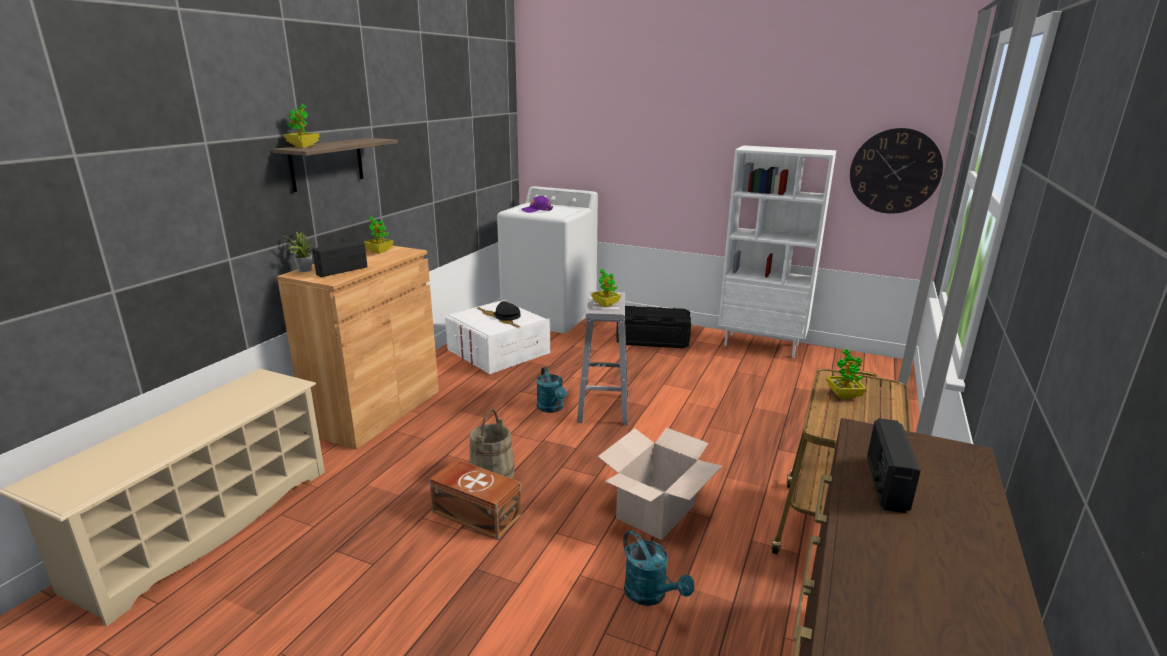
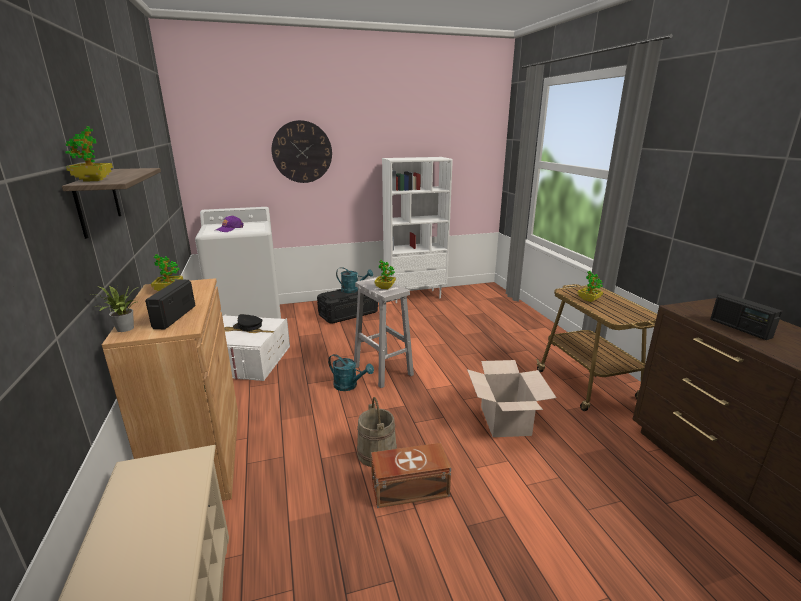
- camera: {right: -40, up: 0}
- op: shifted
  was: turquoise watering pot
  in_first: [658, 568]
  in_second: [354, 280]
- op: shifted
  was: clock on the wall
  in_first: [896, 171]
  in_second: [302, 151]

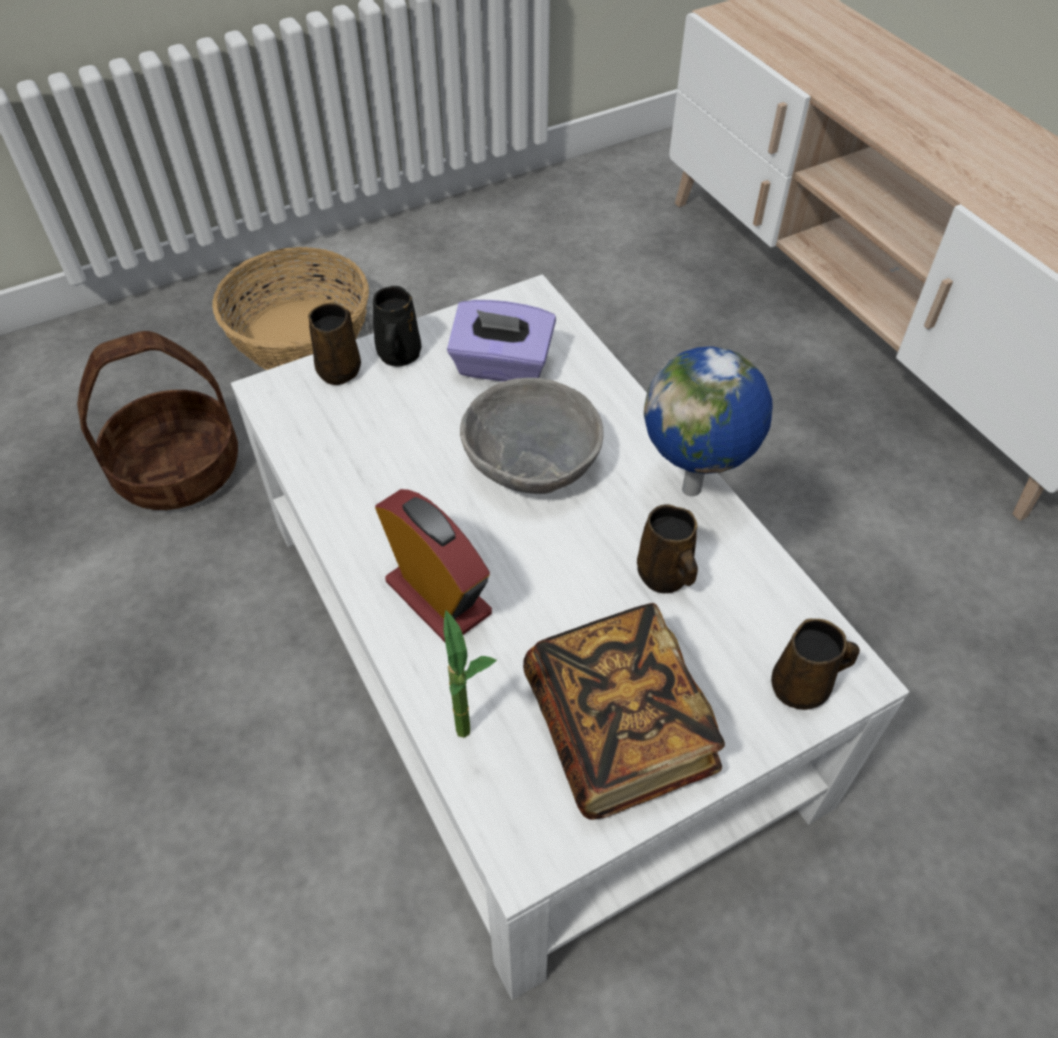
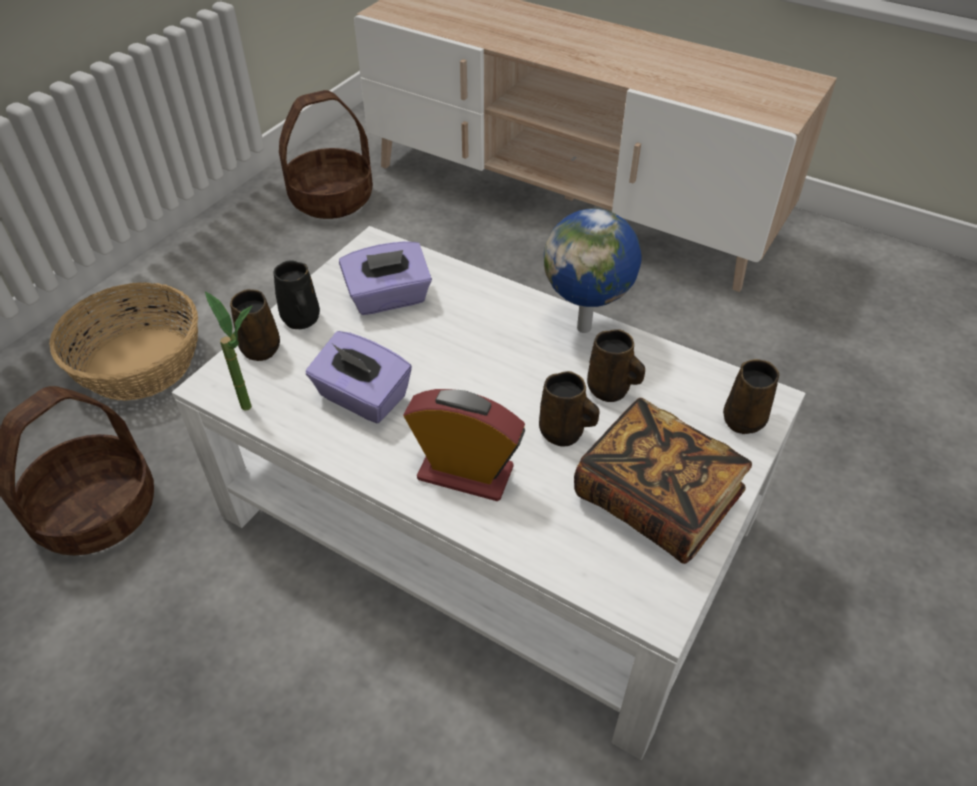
- camera: {right: -30, up: -5}
- op: shifted
  was: houseplant
  in_first: [470, 674]
  in_second: [228, 351]
- op: gone
  was: grey bowl
  in_first: [531, 436]
- op: new
  now: storage basket
  in_second: [326, 154]
- op: new
  now: purplish tissue holder
  in_second: [359, 377]
- op: new
  now: brownish coffee mug
  in_second: [569, 408]

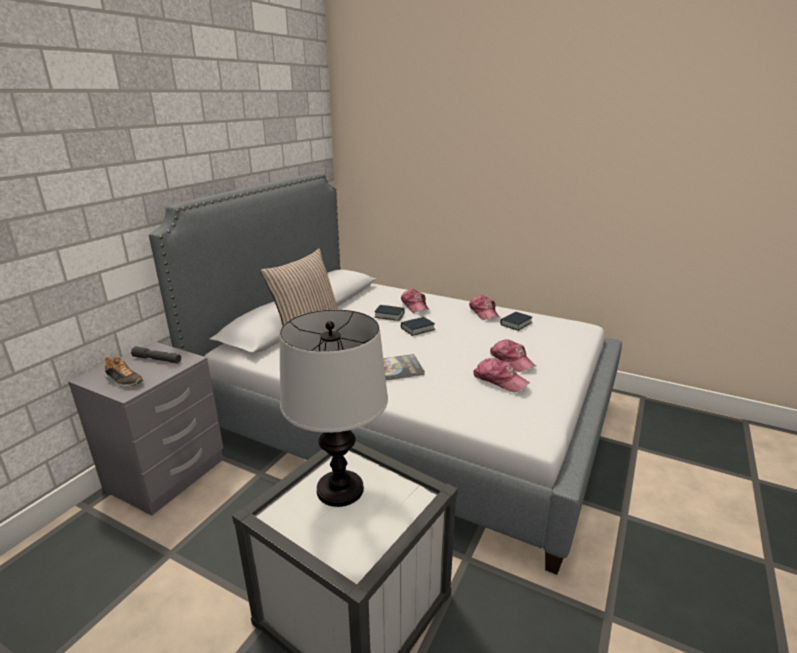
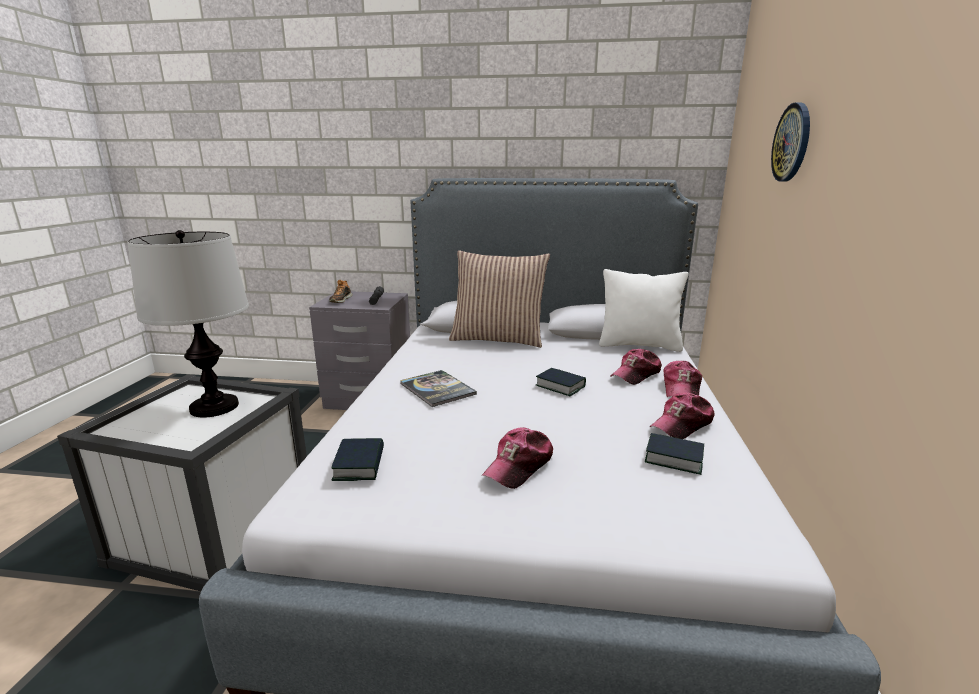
- camera: {right: 70, up: -5}
- op: shifted
  was: bound book
  in_first: [389, 313]
  in_second: [357, 459]
- op: shifted
  was: baseball cap
  in_first: [501, 375]
  in_second: [682, 378]
- op: new
  now: whitish throw pillow
  in_second: [644, 310]
- op: new
  now: clock on the wall
  in_second: [790, 142]

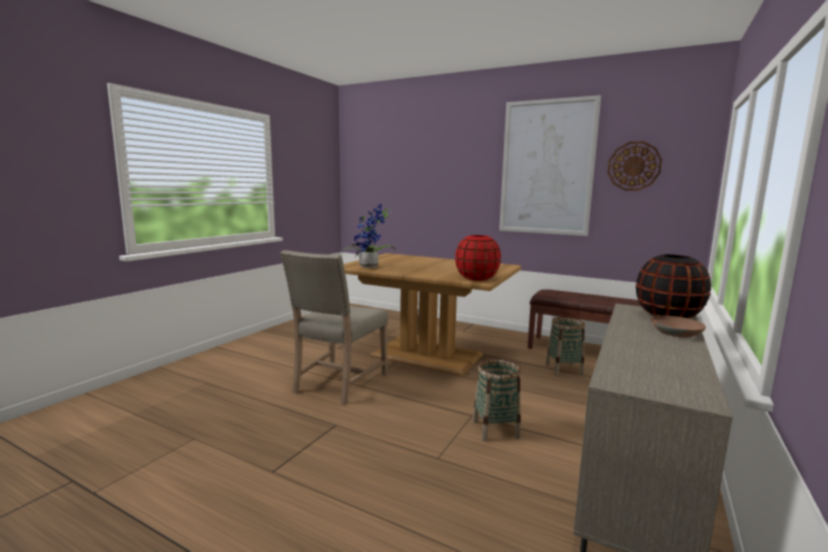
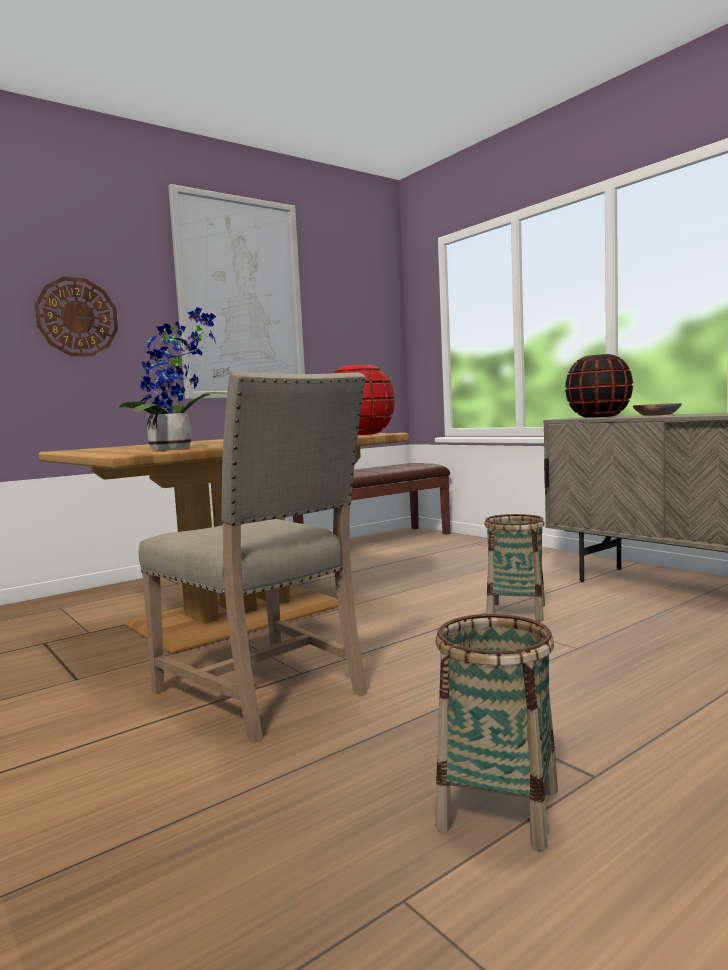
- camera: {right: -65, up: -5}
- op: shifted
  was: storage basket
  in_first: [565, 346]
  in_second: [496, 732]
- op: shifted
  was: clock on the wall
  in_first: [635, 166]
  in_second: [76, 316]

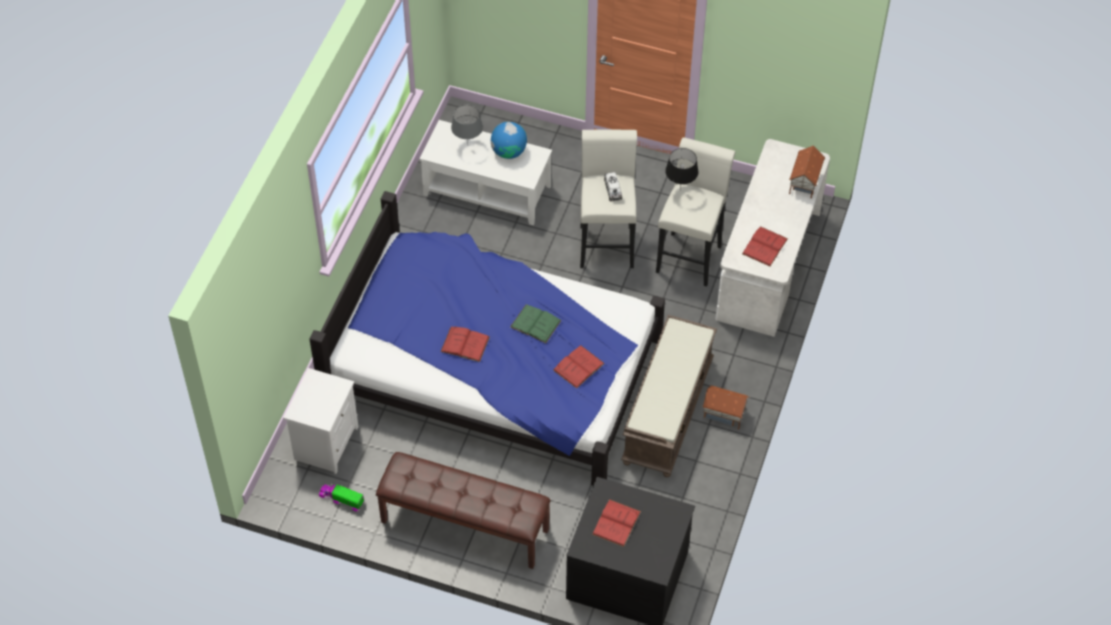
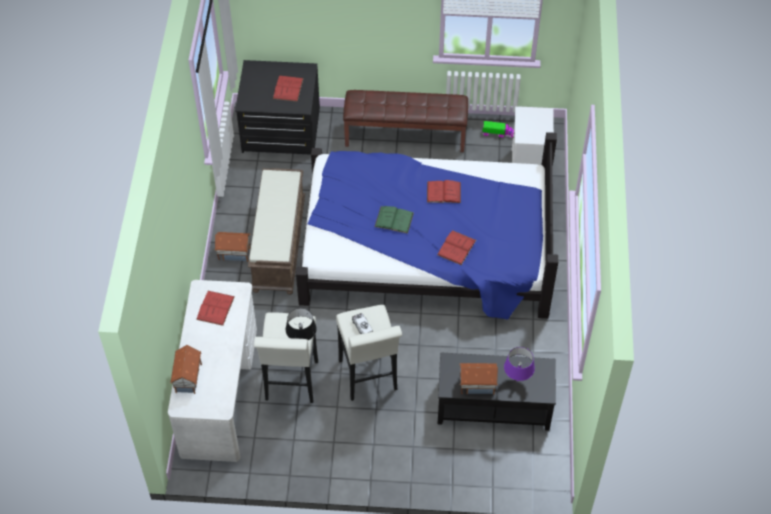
- camera: {right: 165, up: 0}
- op: repainted
  was: whitish low table
  now: black low table
  in_first: [486, 172]
  in_second: [497, 391]
- op: repainted
  was: grey tabletop lamp
  now: purplish tabletop lamp
  in_first: [467, 123]
  in_second: [519, 364]
- op: swapped
  was: desk globe
  now: model house
  in_first: [509, 140]
  in_second: [478, 379]
- op: shifted
  was: red bound book
  in_first: [579, 367]
  in_second: [456, 247]

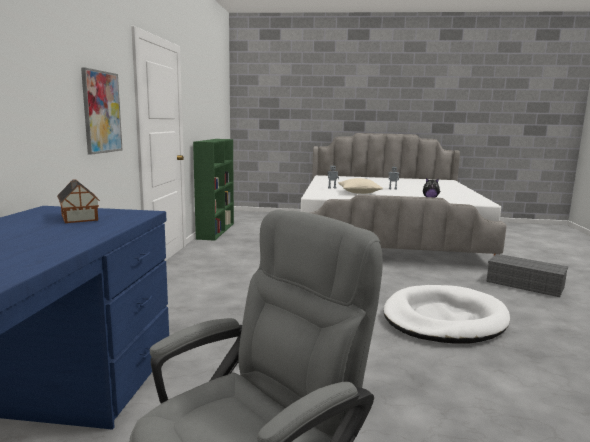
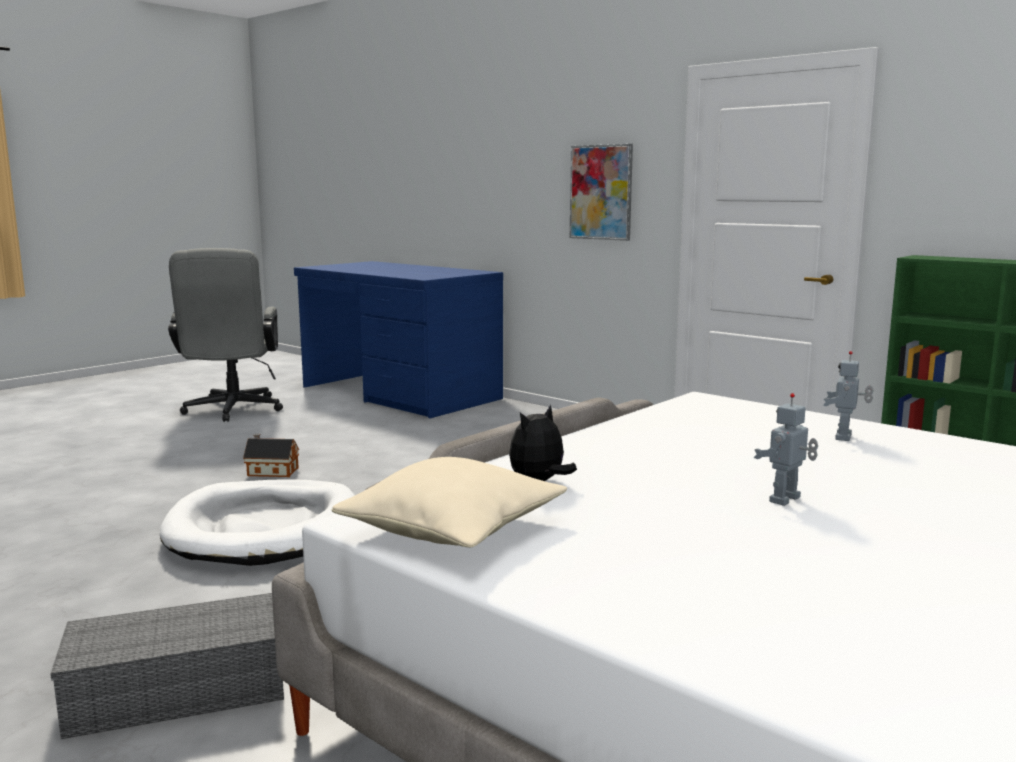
- camera: {right: 125, up: 0}
- op: shifted
  was: model house
  in_first: [78, 201]
  in_second: [271, 455]
- op: shifted
  was: sand-coloured throw pillow
  in_first: [360, 186]
  in_second: [449, 502]

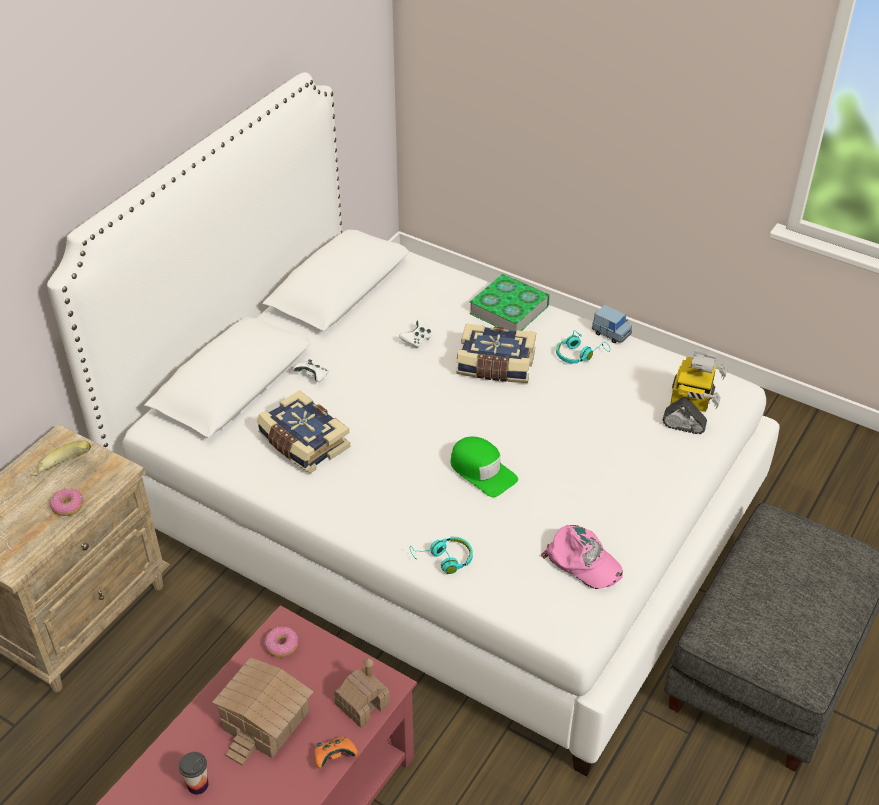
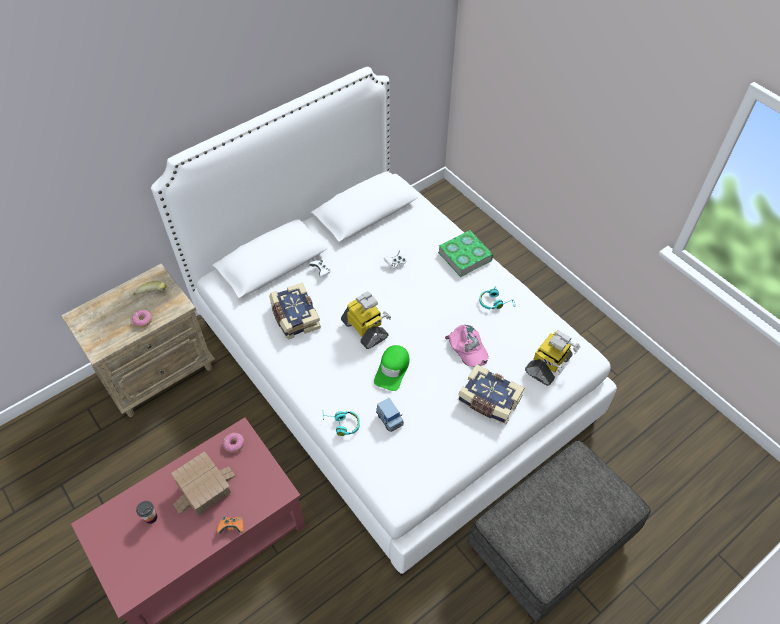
- camera: {right: 20, up: 10}
- op: gone
  was: model house
  in_first: [362, 693]
- op: rotated
  was: green baseball cap
  in_first: [484, 466]
  in_second: [391, 368]
  clockwise: 45
- op: shifted
  was: bound book
  in_first: [496, 353]
  in_second: [491, 394]
- op: shifted
  was: pink baseball cap
  in_first: [581, 557]
  in_second: [466, 346]
- op: shifted
  was: bluish model car
  in_first: [612, 324]
  in_second: [390, 415]
- op: new
  now: robot figure
  in_second: [366, 320]

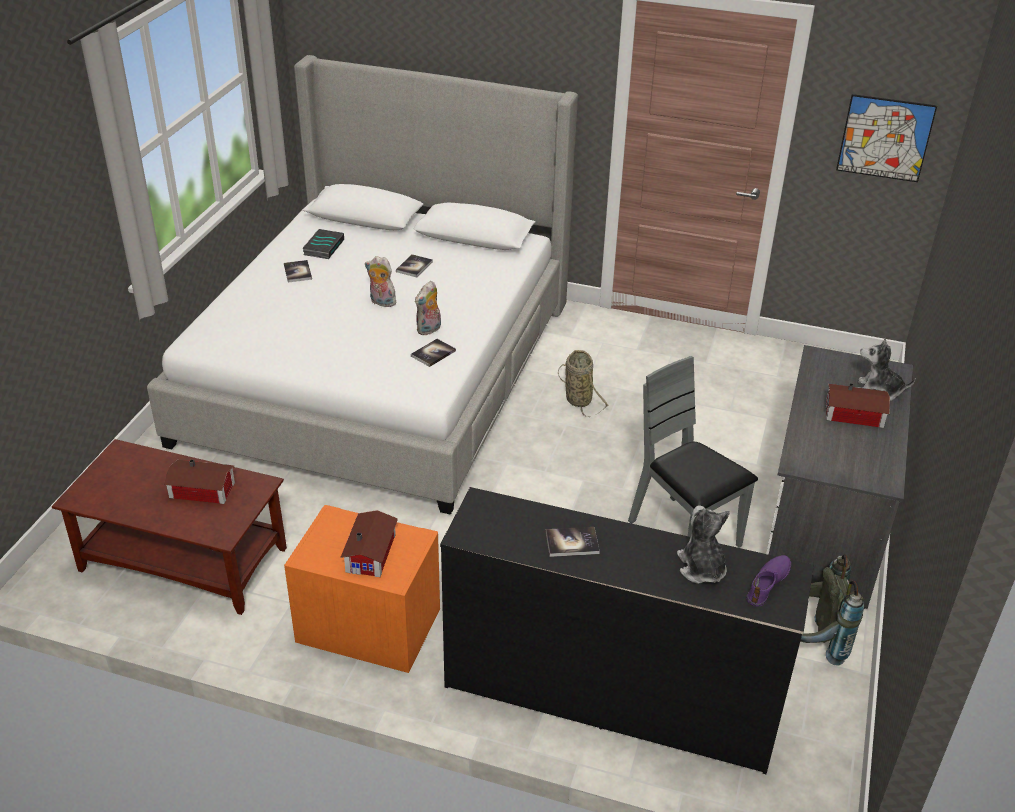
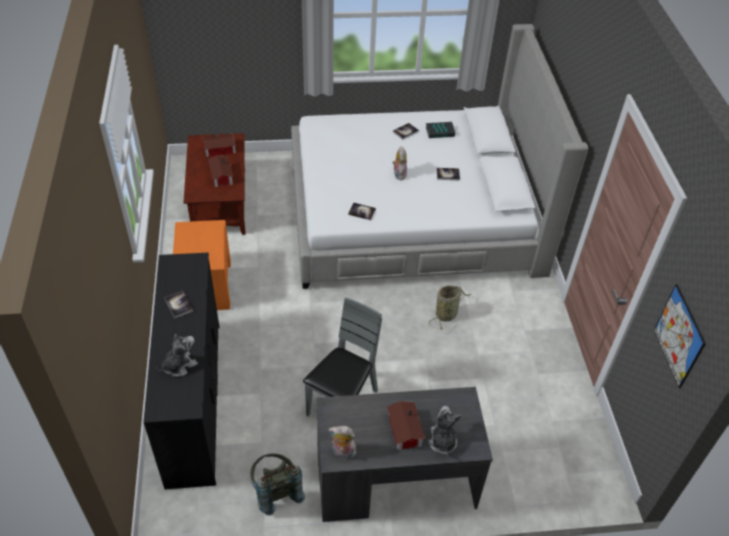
- camera: {right: 65, up: 10}
- op: shifted
  was: model house
  in_first: [369, 543]
  in_second: [219, 145]
- op: shifted
  was: plush toy
  in_first: [428, 308]
  in_second: [342, 442]
- op: gone
  was: purplish shoe
  in_first: [768, 581]

